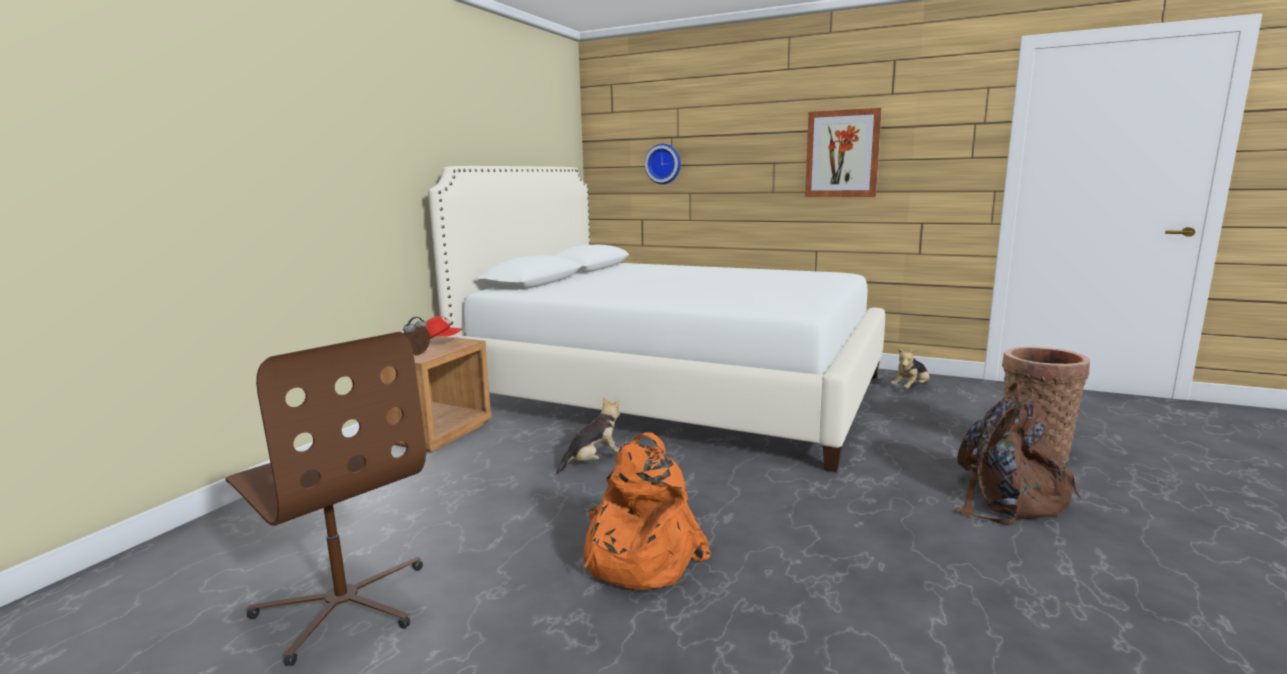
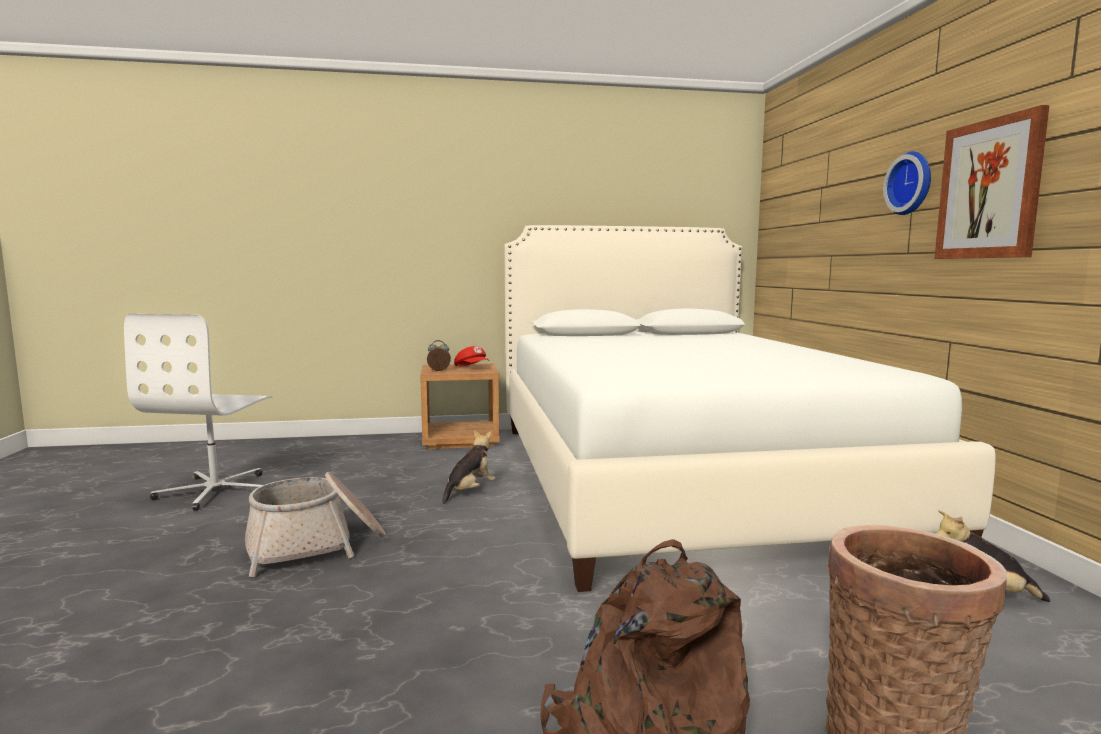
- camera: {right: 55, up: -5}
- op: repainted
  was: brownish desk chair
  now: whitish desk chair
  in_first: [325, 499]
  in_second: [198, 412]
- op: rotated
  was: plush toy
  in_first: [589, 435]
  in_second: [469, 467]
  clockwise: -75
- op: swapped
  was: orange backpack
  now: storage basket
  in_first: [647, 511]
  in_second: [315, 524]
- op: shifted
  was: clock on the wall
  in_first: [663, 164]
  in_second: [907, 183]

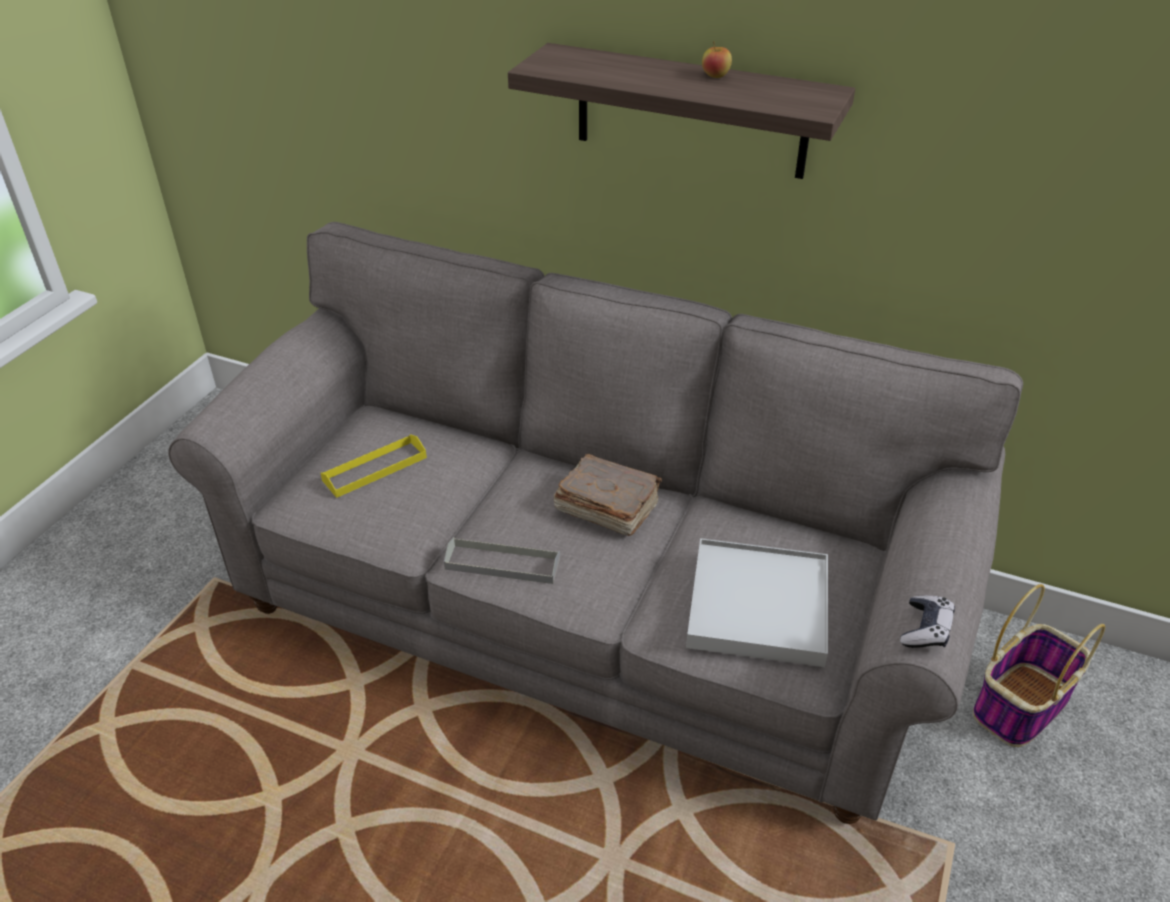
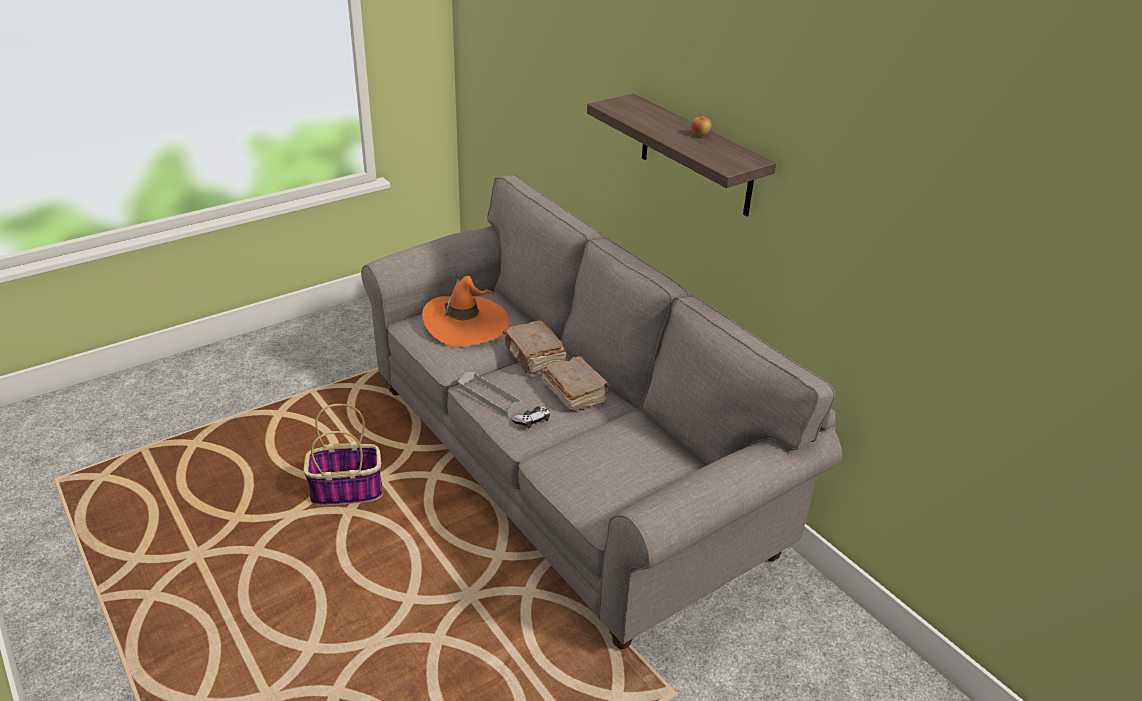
- camera: {right: 30, up: -5}
- op: swapped
  was: yellowish tray
  now: orange wearable hat
  in_first: [374, 466]
  in_second: [465, 311]
- op: gone
  was: whitish tray
  in_first: [757, 602]
- op: shifted
  was: gamepad
  in_first: [927, 621]
  in_second: [531, 417]
- op: shifted
  was: storage basket
  in_first: [1039, 665]
  in_second: [343, 455]
- op: new
  now: brownish bound book
  in_second: [534, 347]

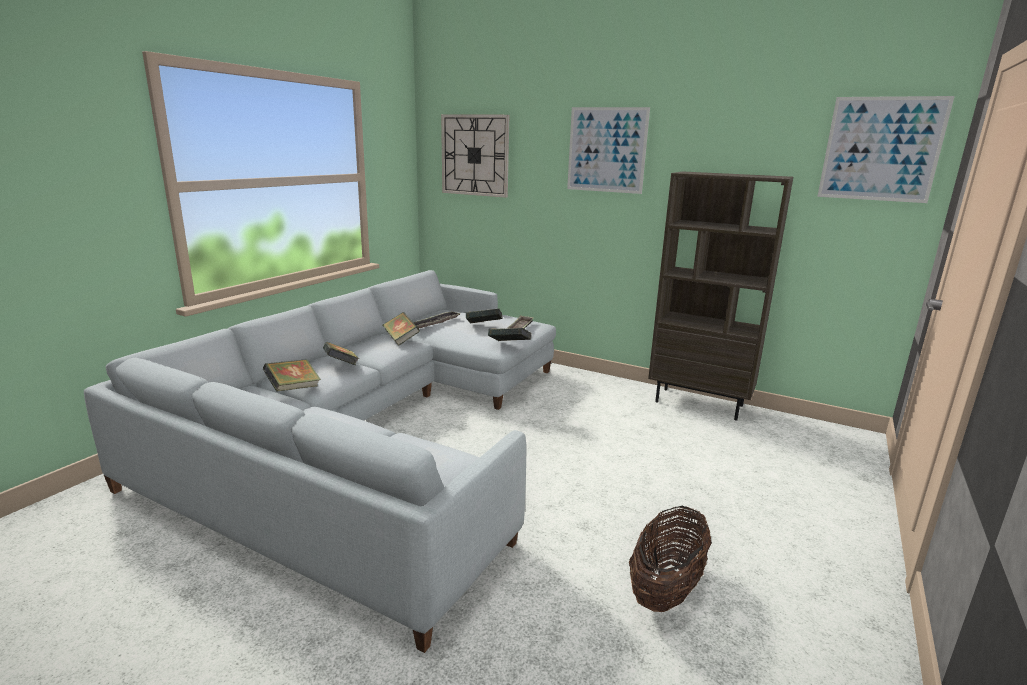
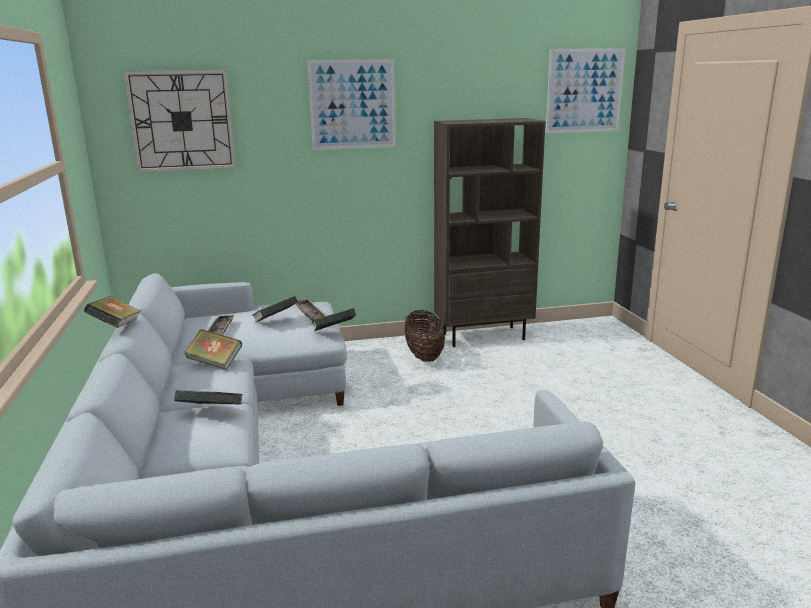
- camera: {right: -40, up: 0}
- op: shifted
  was: bound book
  in_first: [292, 375]
  in_second: [112, 312]
- op: shifted
  was: storage basket
  in_first: [670, 559]
  in_second: [425, 336]

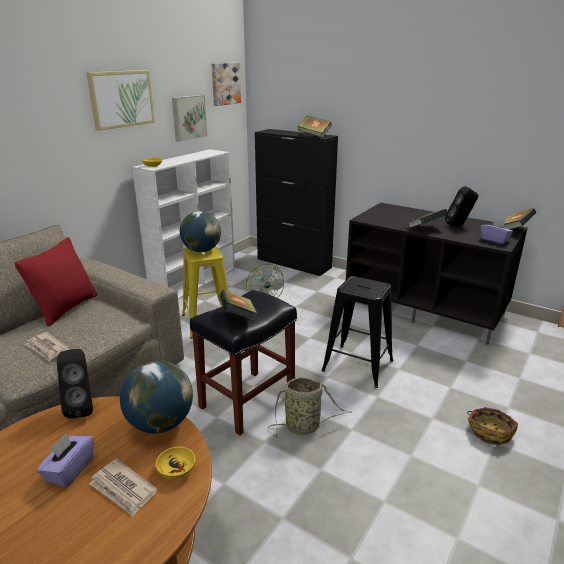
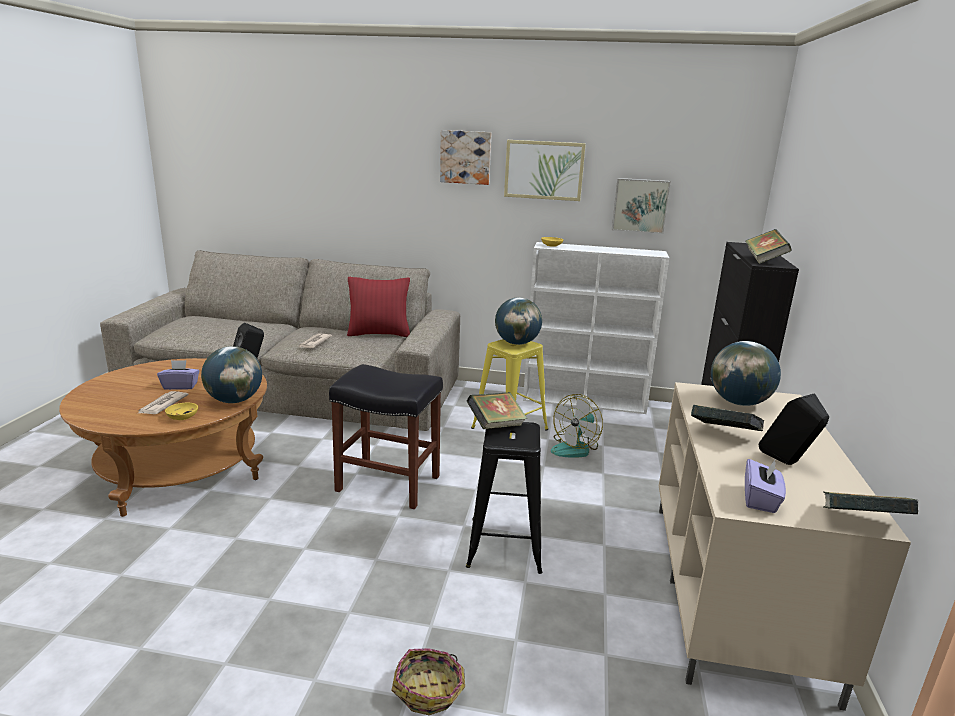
- camera: {right: 65, up: -5}
- op: shifted
  was: wall picture
  in_first: [226, 84]
  in_second: [466, 157]
- op: shifted
  was: bound book
  in_first: [239, 305]
  in_second: [497, 410]
- op: gone
  was: storage basket
  in_first: [310, 408]
- op: repainted
  was: black tv stand
  now: sand-coloured tv stand
  in_first: [436, 274]
  in_second: [785, 546]
- op: new
  now: desk globe
  in_second: [746, 373]

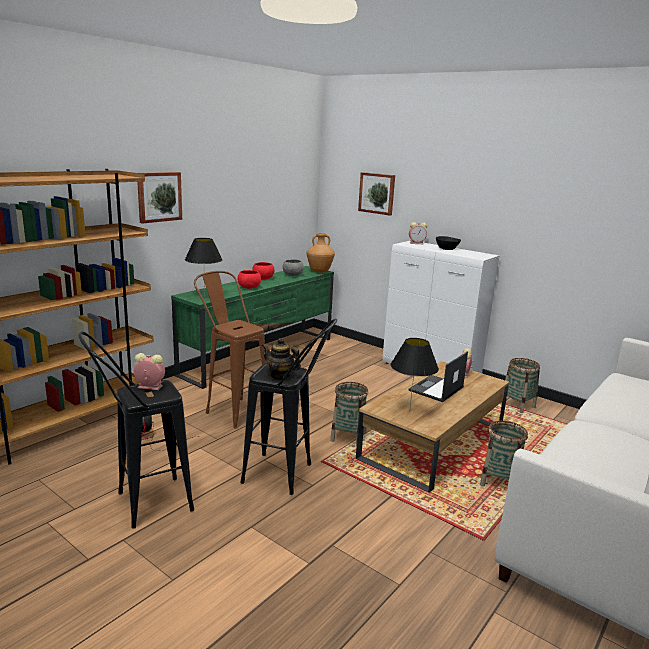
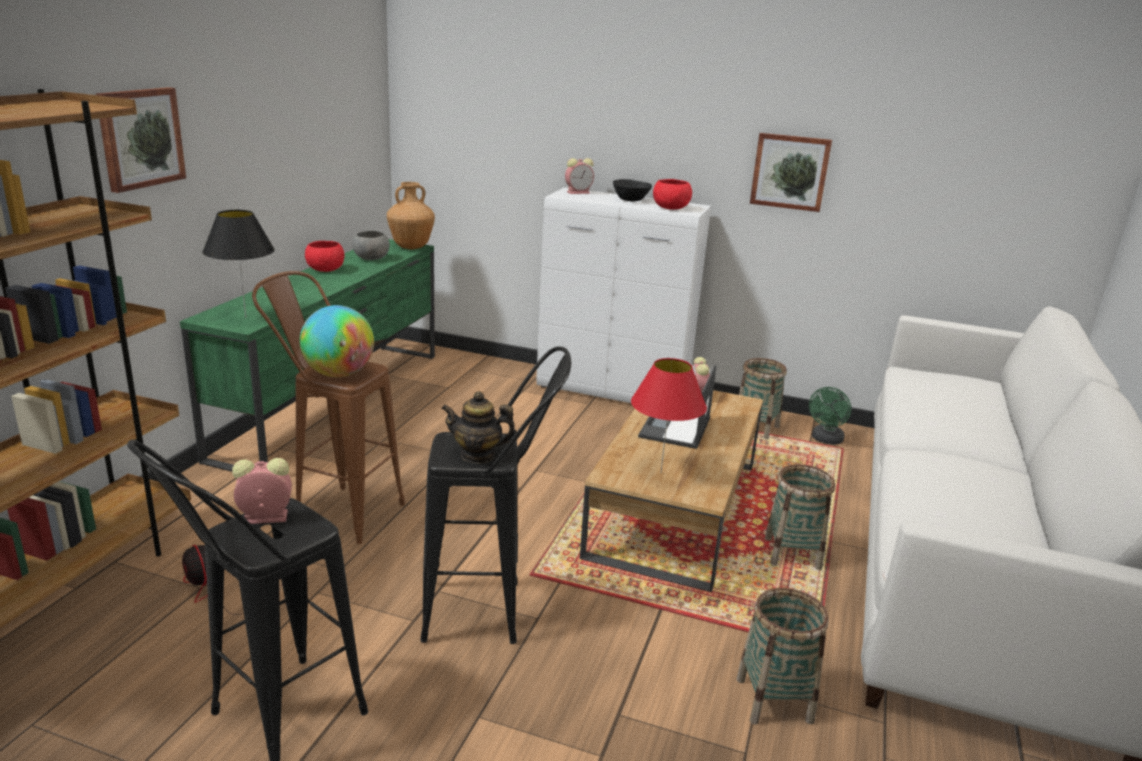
- camera: {right: -20, up: 5}
- op: shifted
  was: red bowl
  in_first: [249, 279]
  in_second: [672, 194]
- op: shifted
  was: storage basket
  in_first: [349, 413]
  in_second: [782, 656]
- op: shifted
  was: wall picture
  in_first: [376, 193]
  in_second: [791, 172]
- op: repainted
  was: black tabletop lamp
  now: red tabletop lamp
  in_first: [415, 375]
  in_second: [669, 415]
- op: new
  now: desk globe
  in_second: [337, 341]
- op: new
  now: green cooling fan
  in_second: [830, 416]

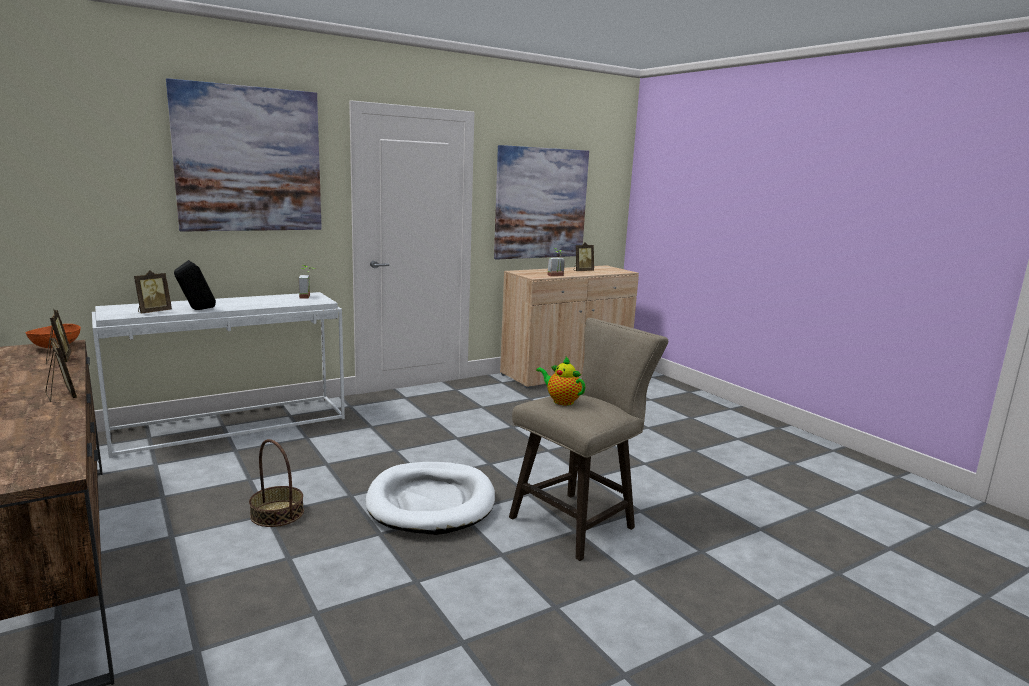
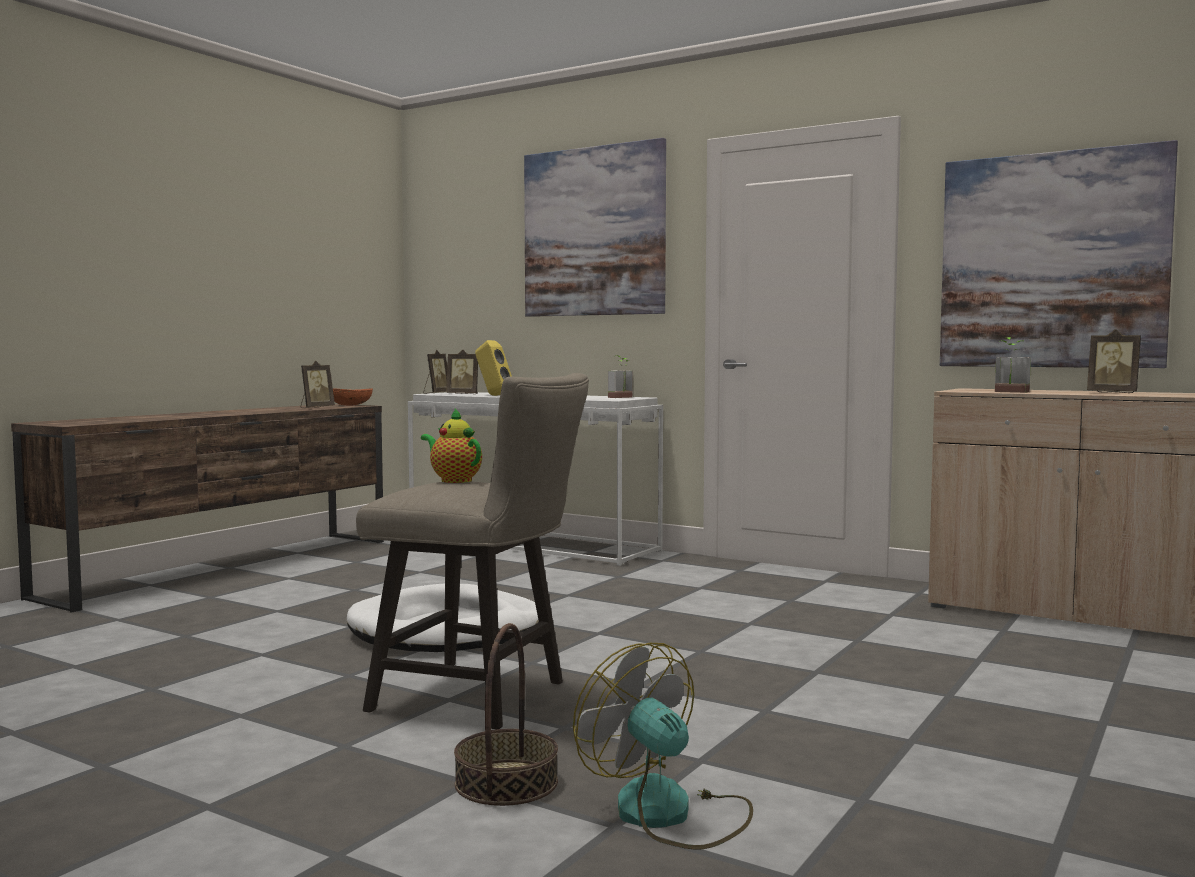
- camera: {right: 65, up: -10}
- op: shifted
  was: standing frame
  in_first: [61, 370]
  in_second: [435, 372]
- op: repainted
  was: black speaker
  now: yellowish speaker
  in_first: [195, 285]
  in_second: [493, 368]
- op: shifted
  was: storage basket
  in_first: [276, 483]
  in_second: [506, 714]
- op: rotated
  was: pot for tea
  in_first: [560, 381]
  in_second: [451, 446]
  clockwise: -60
- op: new
  now: cooling fan
  in_second: [663, 746]

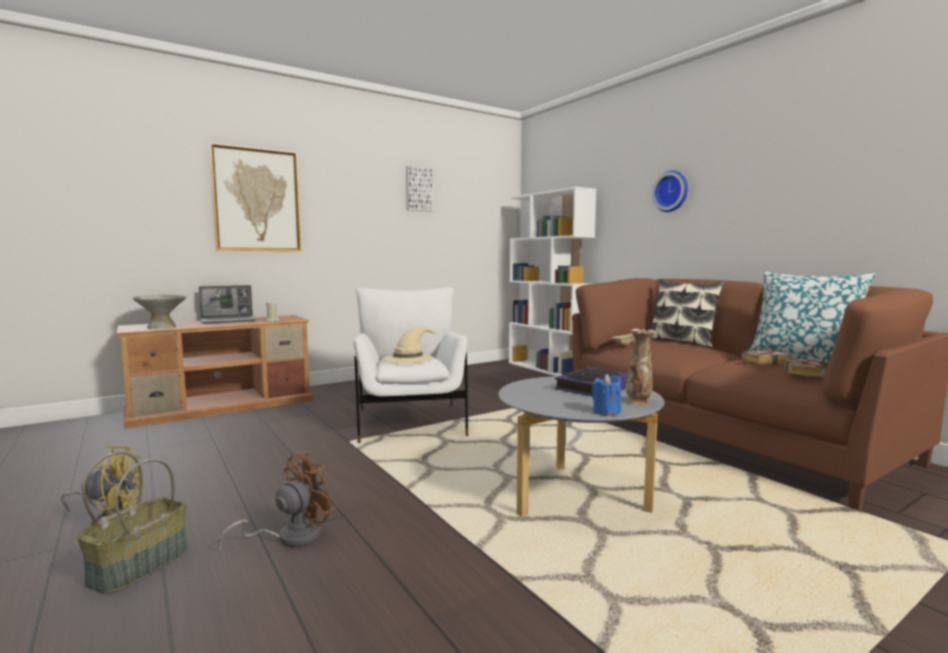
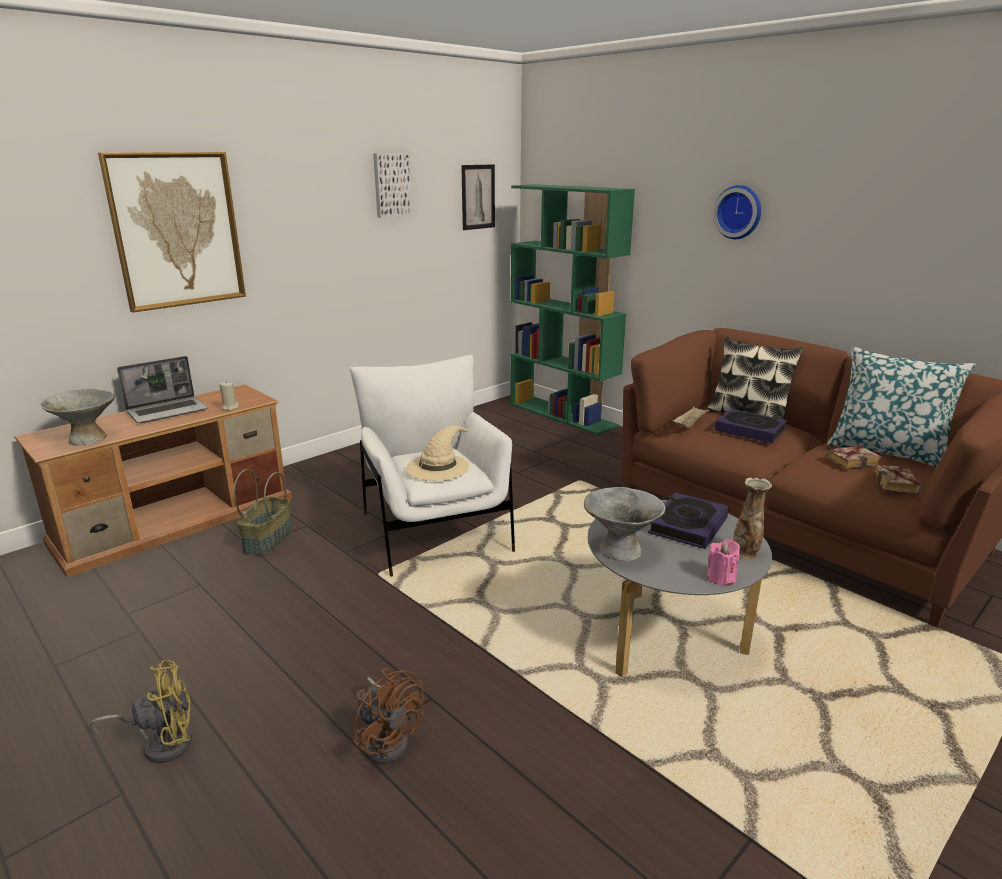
- camera: {right: -10, up: 15}
- op: shifted
  was: storage basket
  in_first: [132, 523]
  in_second: [263, 512]
- op: rotated
  was: brownish cooling fan
  in_first: [277, 501]
  in_second: [388, 716]
  clockwise: 105
- op: repainted
  was: whitish bookcase
  now: green bookcase
  in_first: [552, 281]
  in_second: [572, 309]
- op: repainted
  was: bluish wax light
  now: pink wax light
  in_first: [606, 395]
  in_second: [723, 562]
- op: new
  now: wall picture
  in_second: [478, 197]
- op: new
  now: grey bowl
  in_second: [624, 524]
- op: new
  now: bound book
  in_second: [751, 426]

